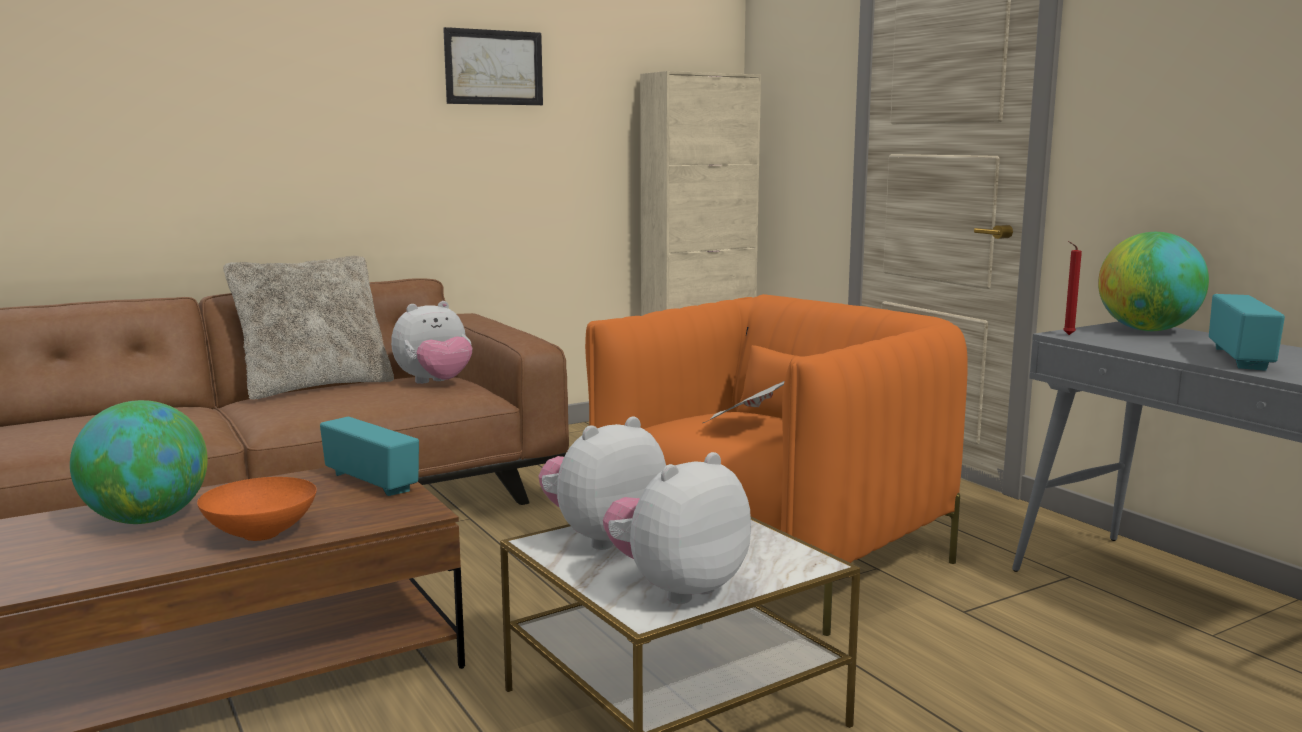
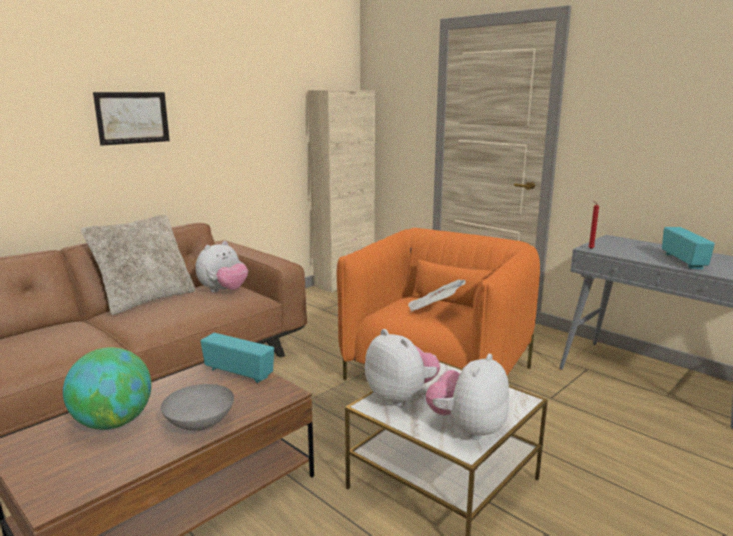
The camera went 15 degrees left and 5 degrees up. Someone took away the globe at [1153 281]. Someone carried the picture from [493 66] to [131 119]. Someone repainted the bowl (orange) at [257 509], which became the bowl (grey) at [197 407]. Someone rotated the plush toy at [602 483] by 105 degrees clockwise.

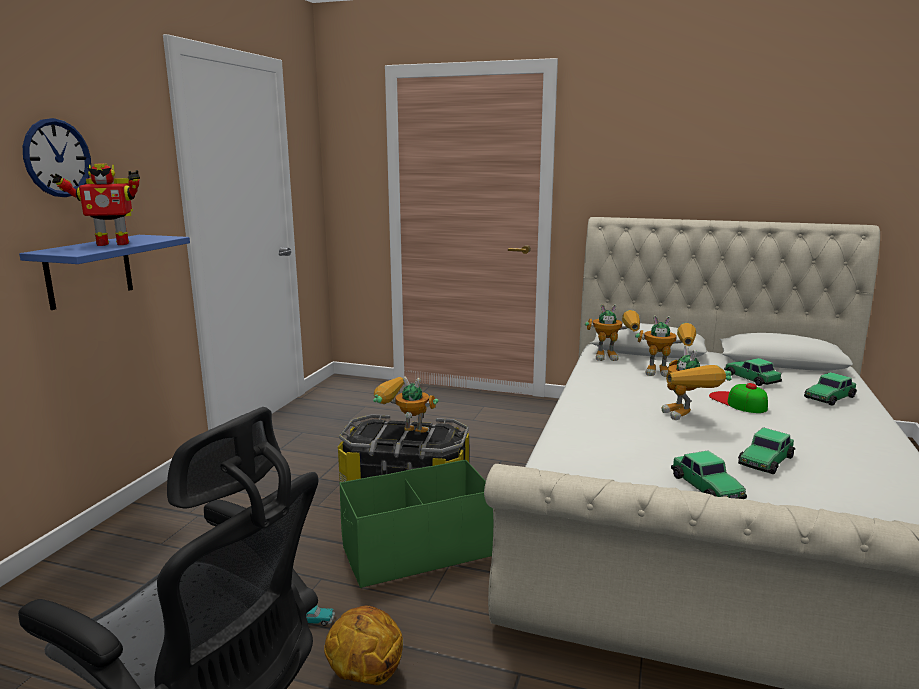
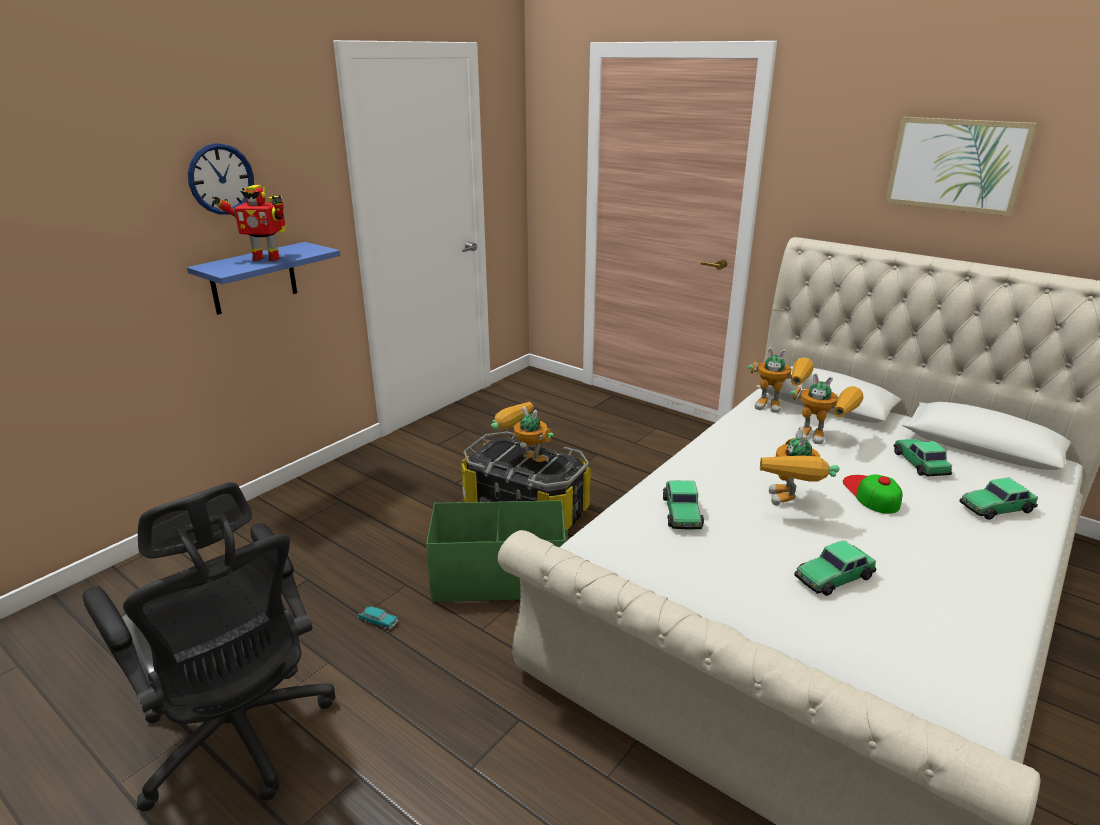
The camera went 20 degrees right and 10 degrees up. Someone took away the basketball at [363 645]. Someone put up the picture at [961 166]. Someone carried the toy car from [709 475] to [683 504].

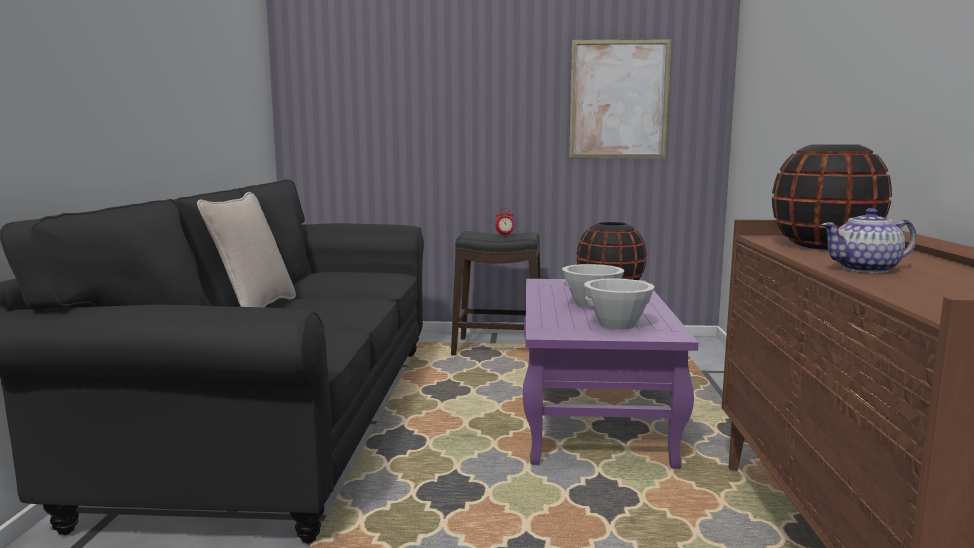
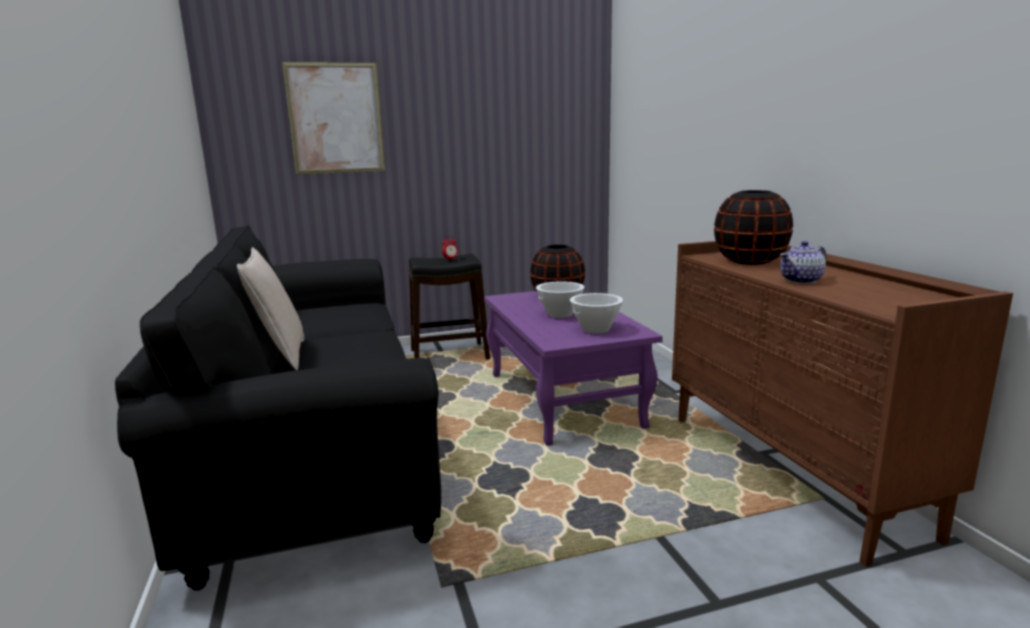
The camera went 20 degrees left and 5 degrees up. Someone carried the picture from [620 98] to [334 118].

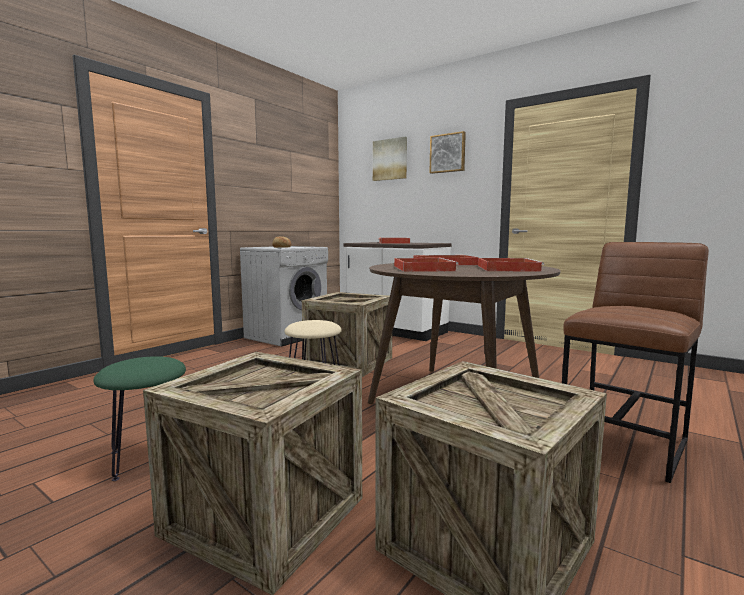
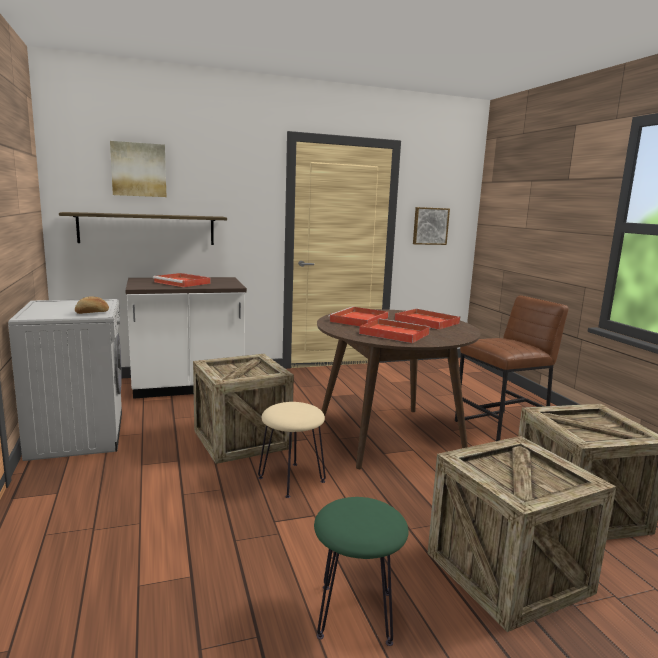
The camera went 55 degrees left and 5 degrees up. Someone put up the shelf at [143 228]. Someone carried the picture from [448 152] to [431 226]. Someone rotated the chair (brown) at [635 362] by 75 degrees clockwise.

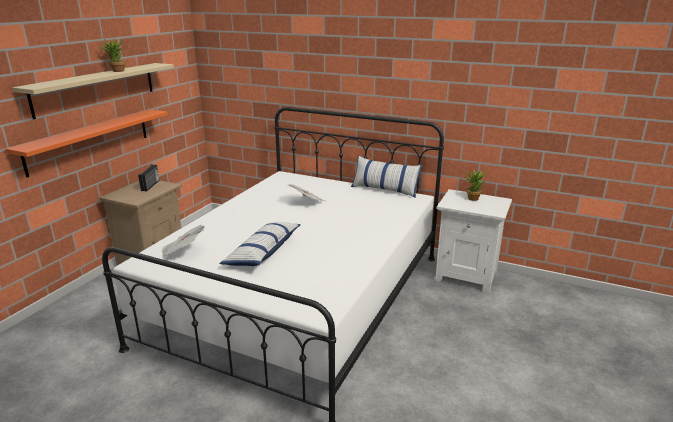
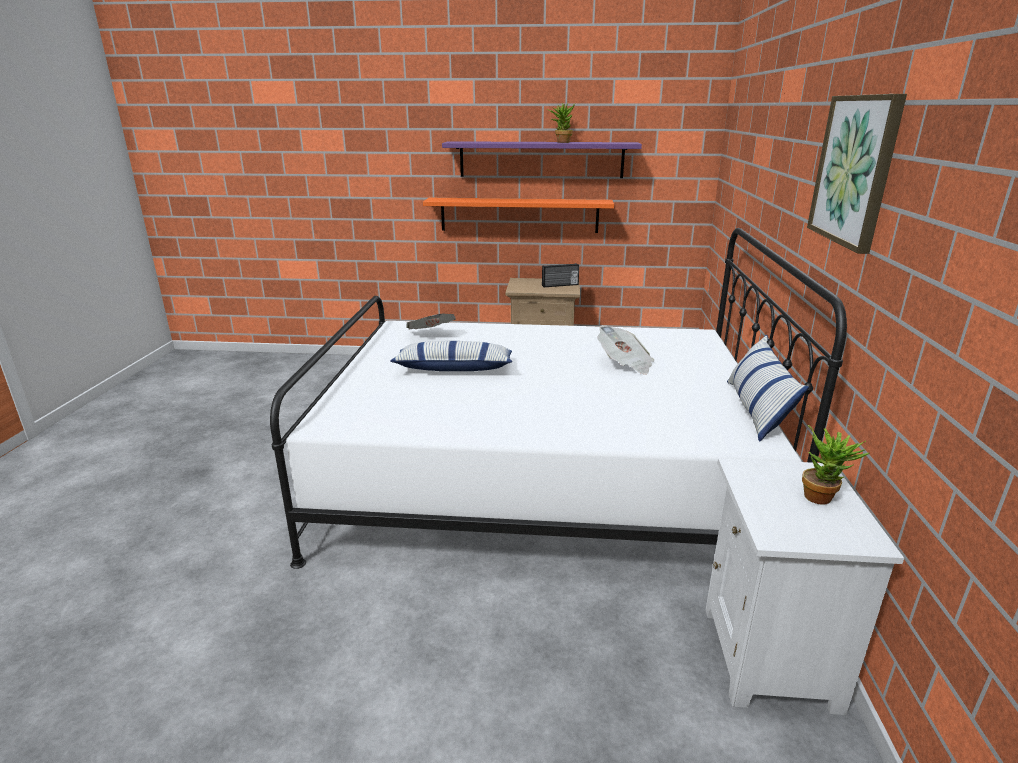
The camera went 70 degrees right and 0 degrees up. Someone put up the picture at [857 174]. Someone repainted the shelf (beige) at [93 91], which became the shelf (purple) at [542 159].

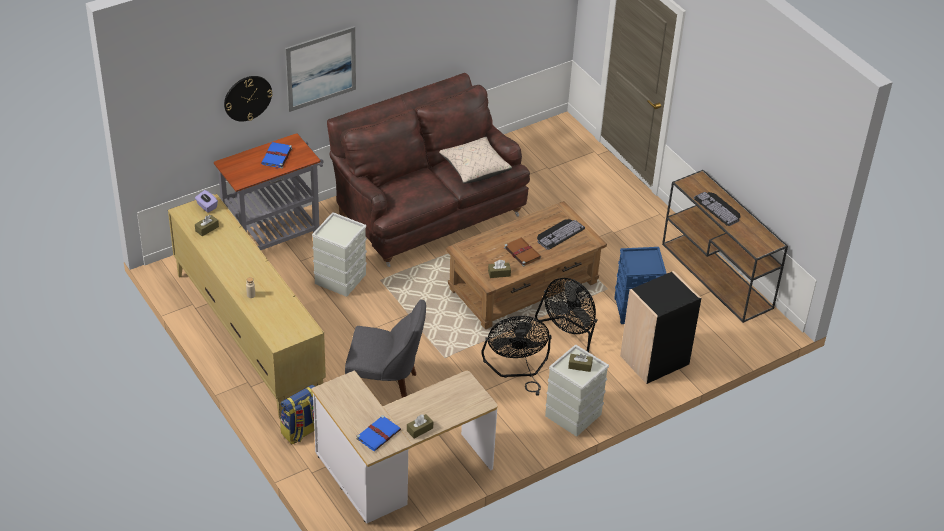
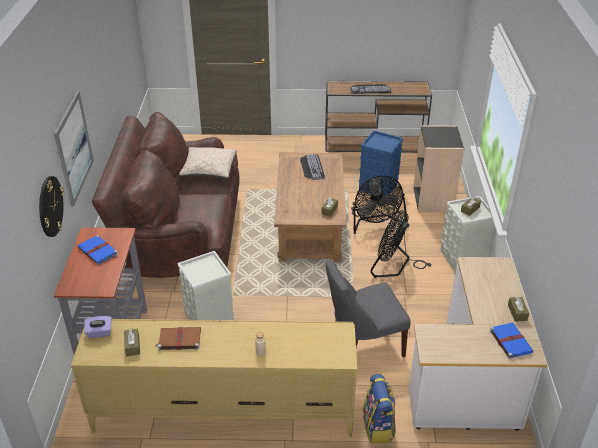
The camera went 55 degrees left and 5 degrees down. Someone carried the book (brown) from [522 252] to [178 339]. Someone rotated the chair (grey) at [385 348] by 150 degrees counterclockwise.

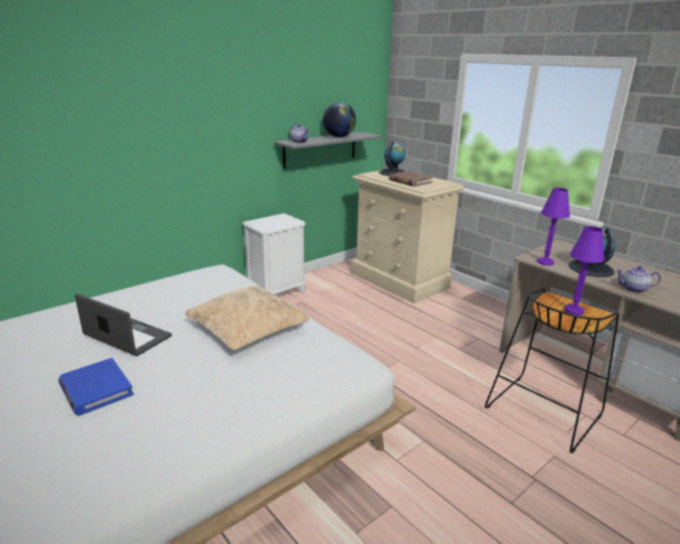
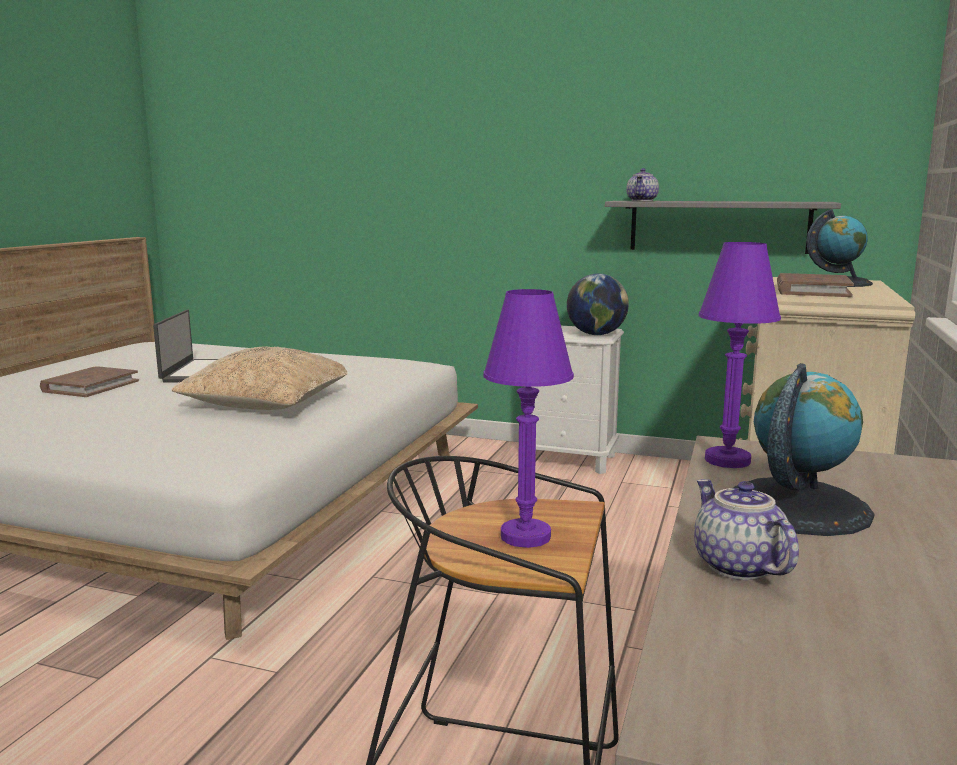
The camera went 60 degrees right and 10 degrees down. Someone carried the globe from [339 119] to [598 304]. Someone repainted the book (blue) at [96 387], which became the book (brown) at [89 381].

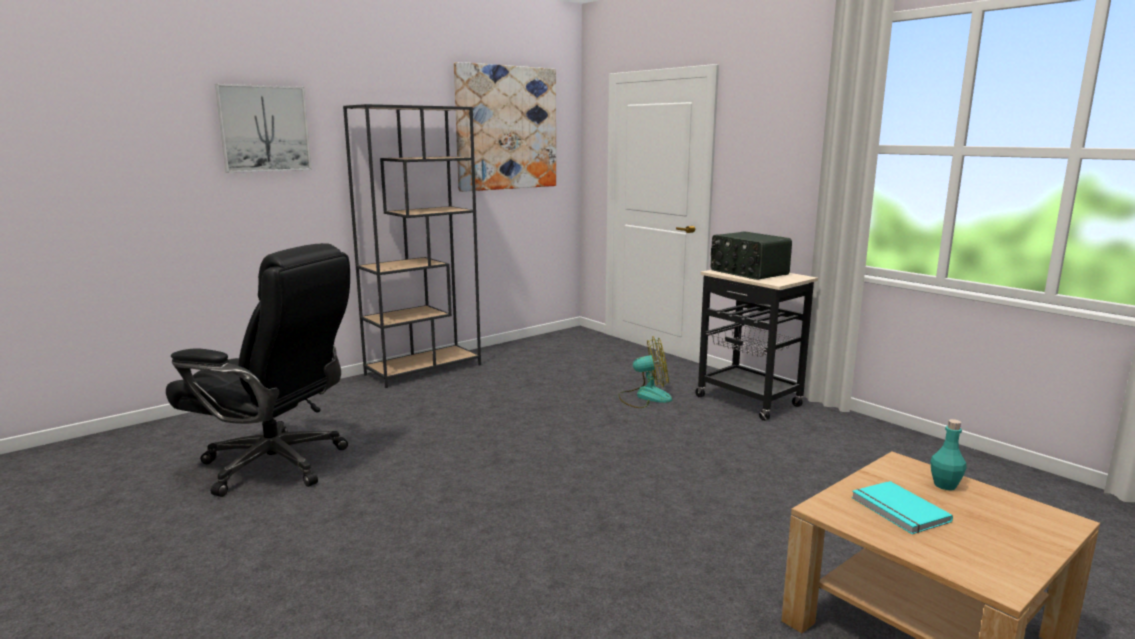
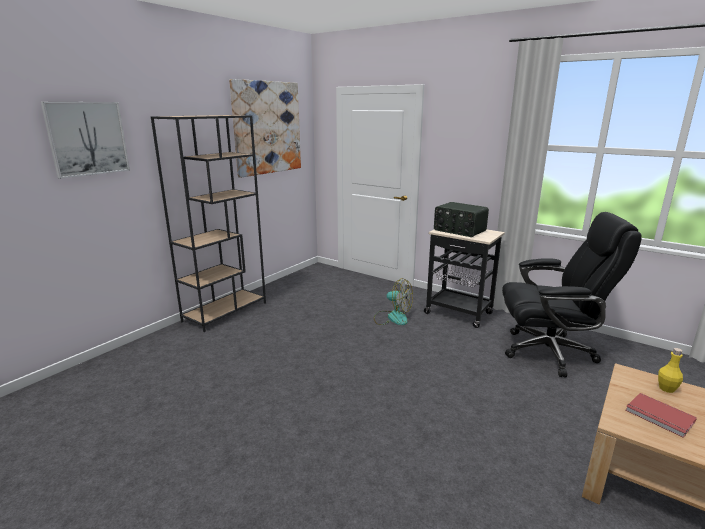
The camera went 15 degrees left and 5 degrees up. Someone carried the office chair (black) from [258 370] to [572 294]. Someone repainted the book (turquoise) at [902 507], which became the book (red) at [661 415]. Someone repainted the bottle (turquoise) at [948 454], which became the bottle (yellow) at [670 370]. Someone rotated the fan at [645 372] by 45 degrees clockwise.

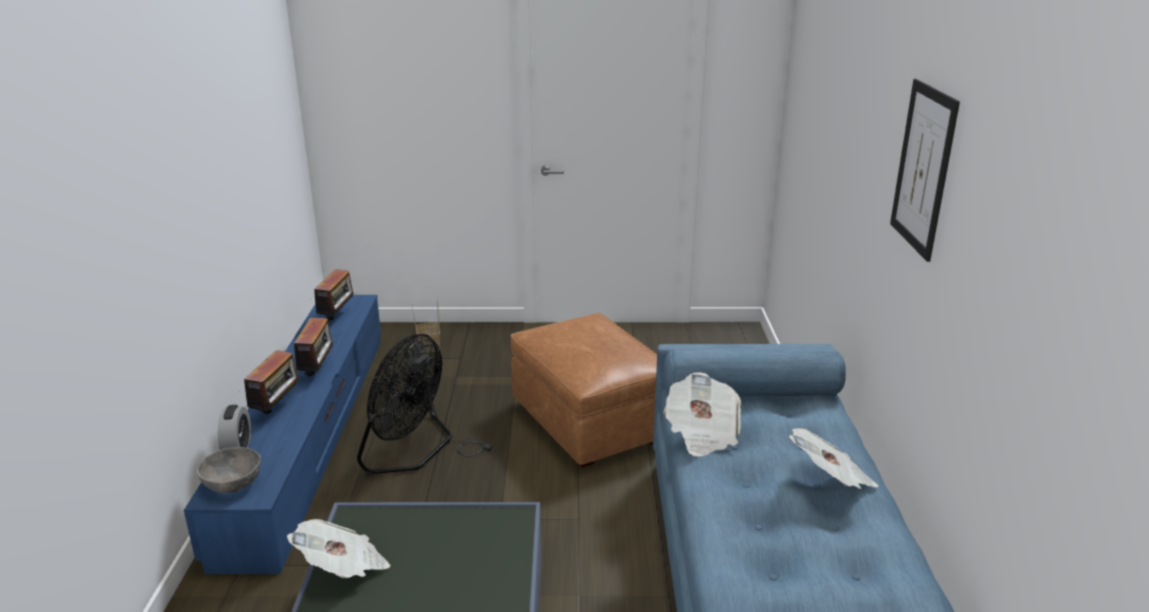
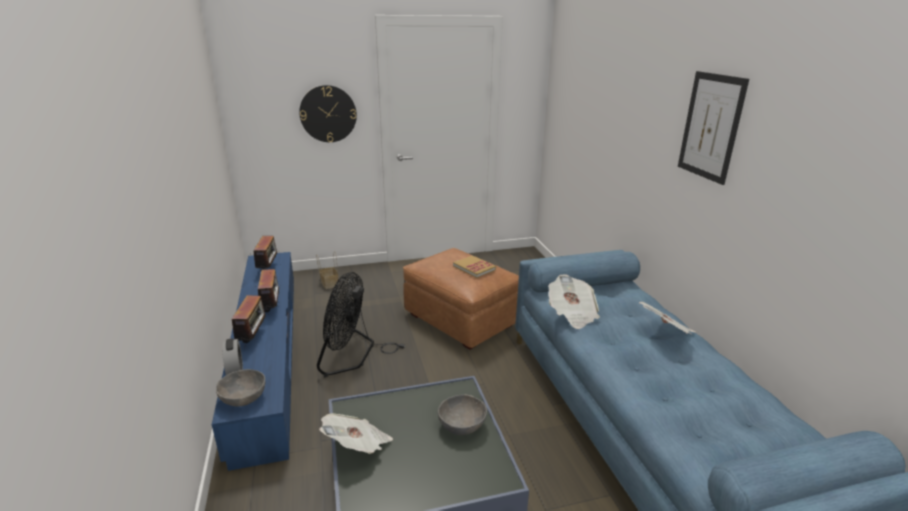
The camera went 15 degrees left and 0 degrees up. Someone put up the wall clock at [328 113]. Someone put down the bowl (grey) at [462 414]. Someone put down the book at [474 266].

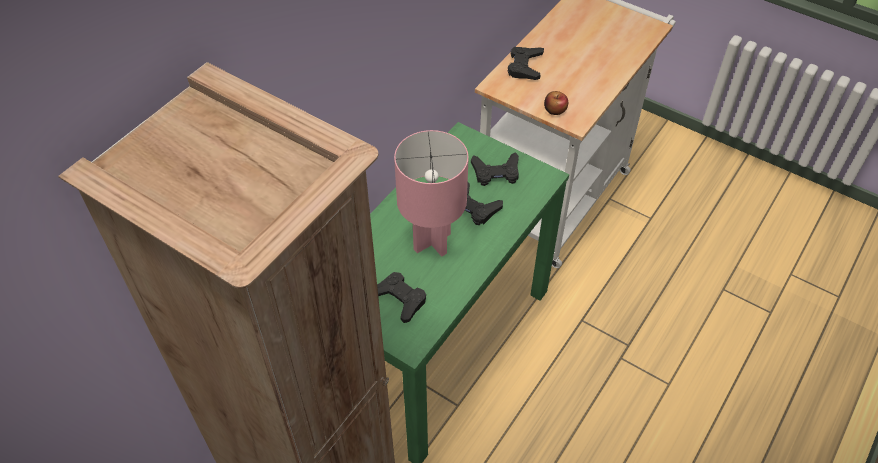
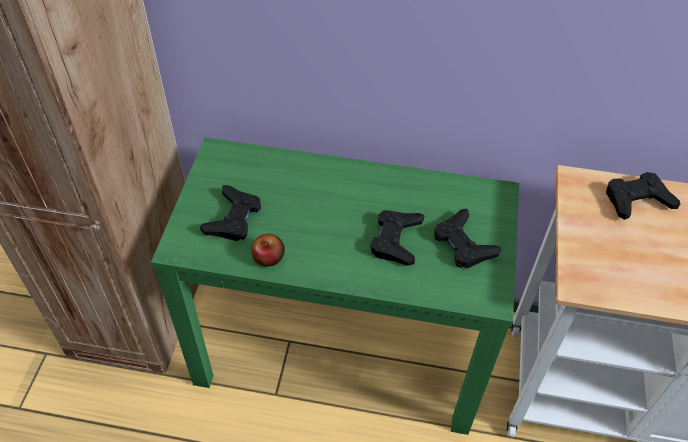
The camera went 65 degrees right and 0 degrees up. Someone took away the table lamp (pink) at [431 193]. Someone carried the apple from [556 103] to [268 250].

